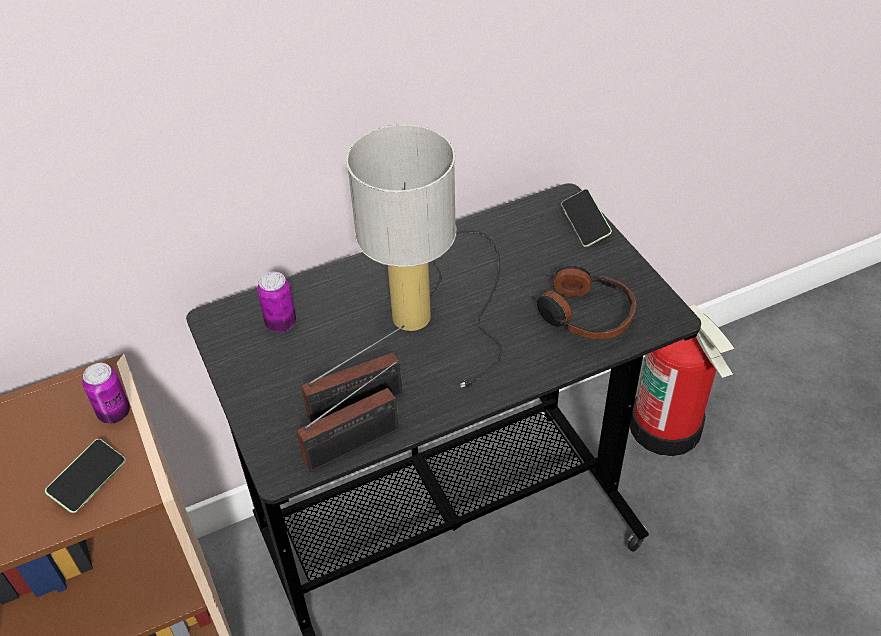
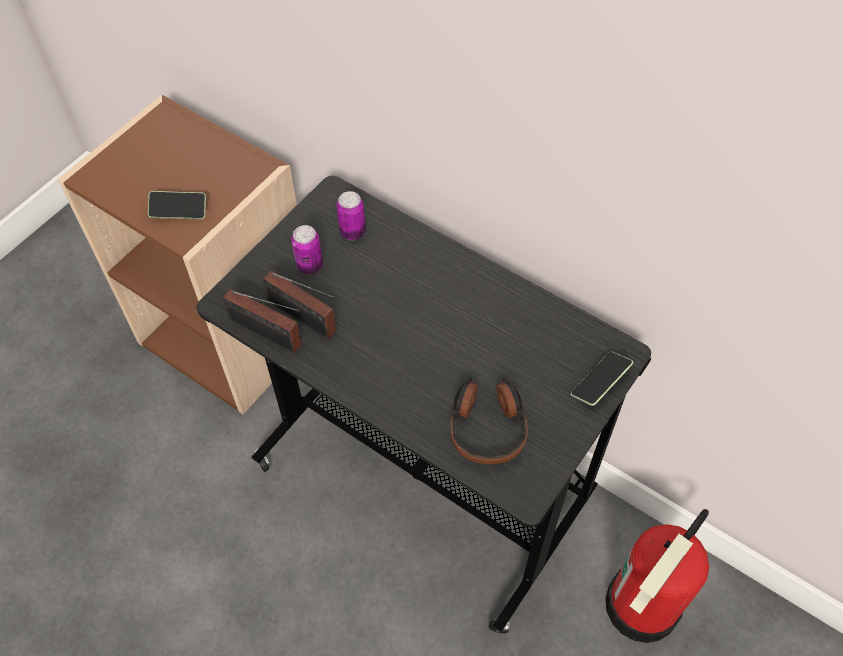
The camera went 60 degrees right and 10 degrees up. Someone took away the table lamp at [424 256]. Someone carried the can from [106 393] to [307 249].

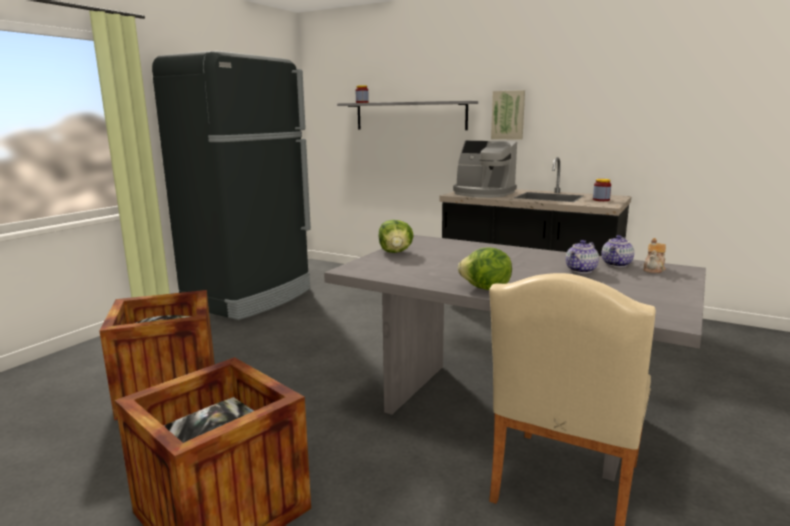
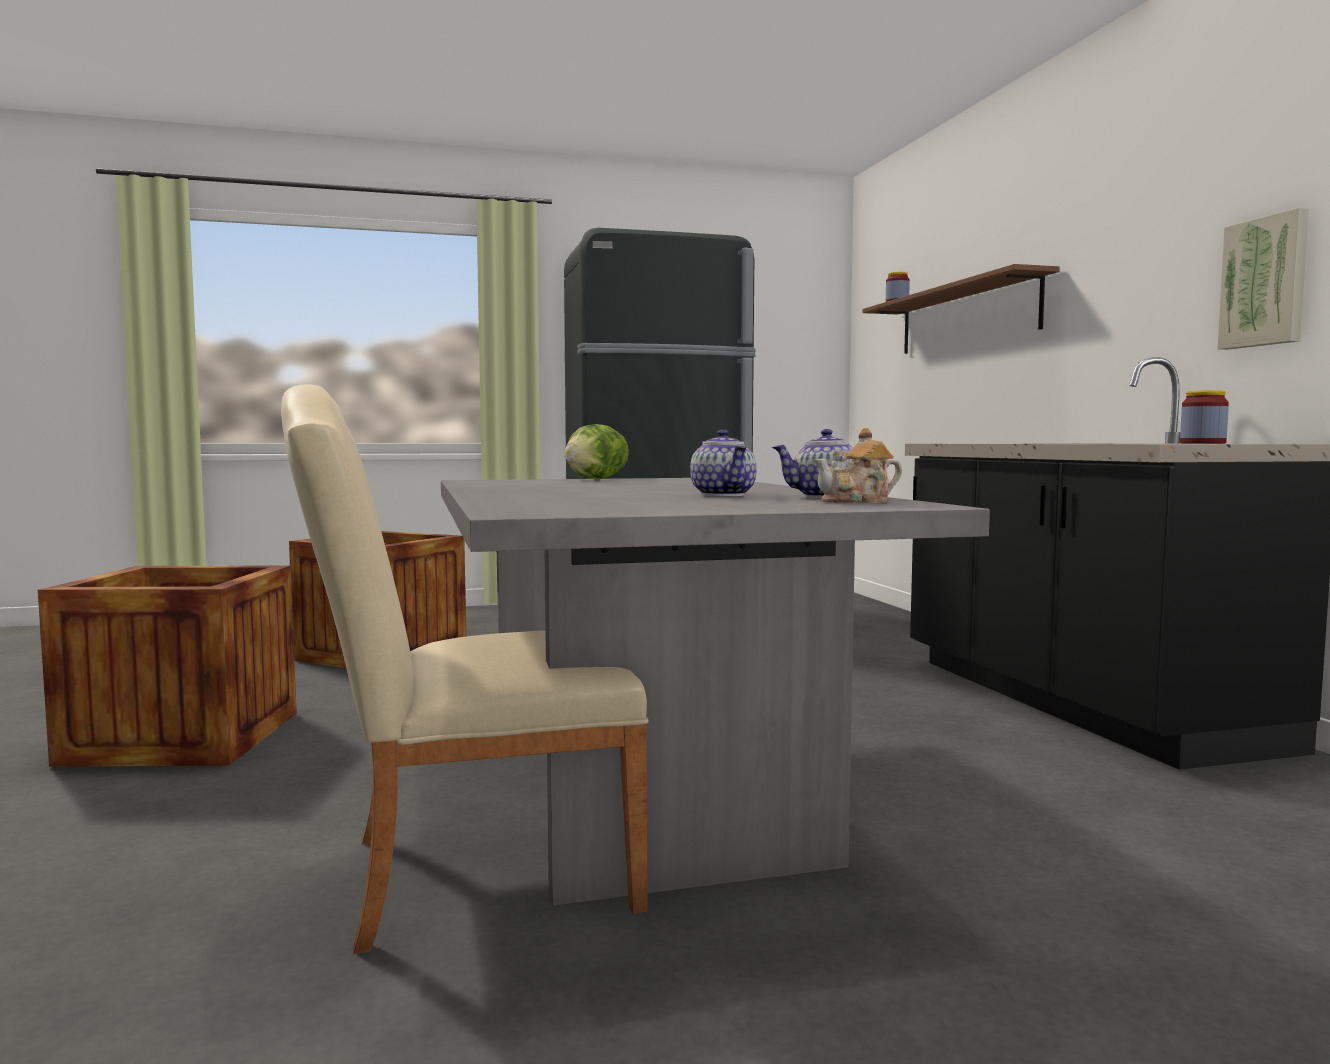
The camera went 45 degrees right and 10 degrees down. Someone took away the coffee machine at [485 169]. Someone took away the lettuce at [485 269]. Someone carried the picture from [508 115] to [1263 279]. Someone repainted the shelf (grey) at [407 115], which became the shelf (brown) at [960 309]. Someone rotated the teapot at [582 256] by 105 degrees counterclockwise.

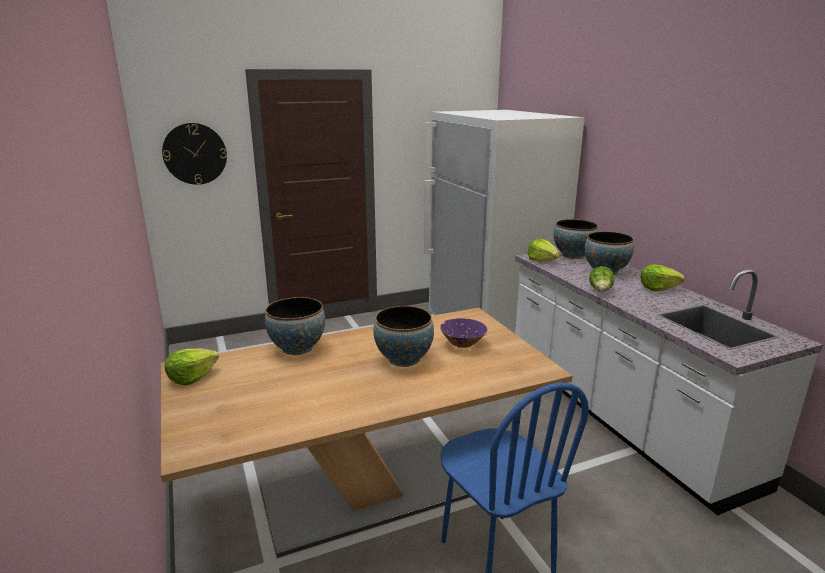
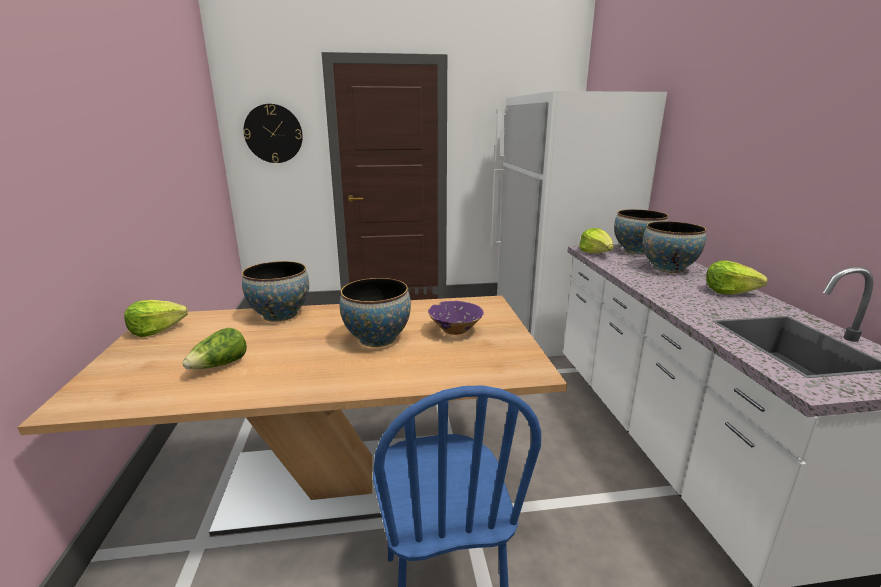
The camera went 15 degrees right and 0 degrees up. Someone carried the lettuce from [601 278] to [215 348].

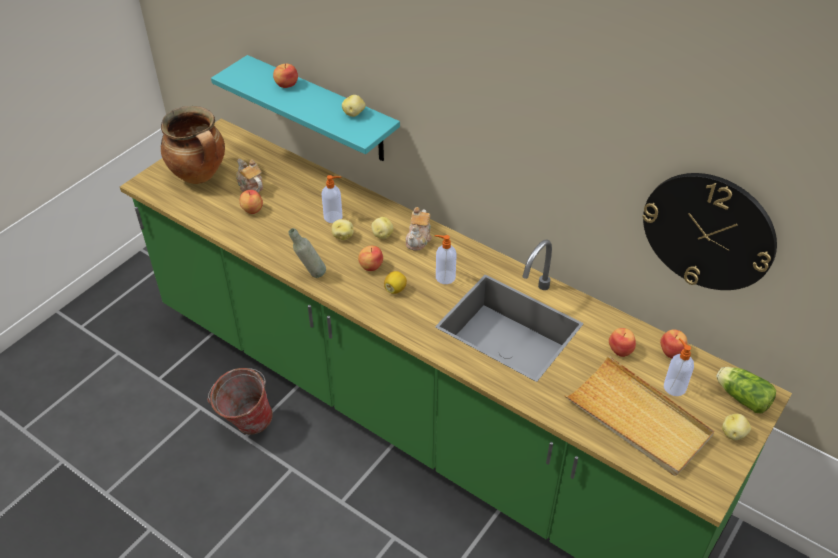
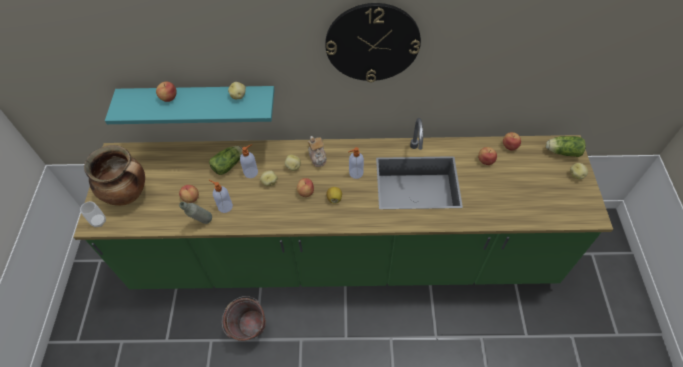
The camera went 35 degrees left and 10 degrees up. Someone took away the teapot at [249 175]. Someone took away the tray (beige) at [639 415]. Someone put down the cup at [93 214]. Someone put down the lettuce at [226 160]. Someone carried the bottle (grey) from [307 253] to [195 213]. Someone carried the wall clock from [709 231] to [373 42]. Someone carried the soap dispenser from [679 367] to [221 196].

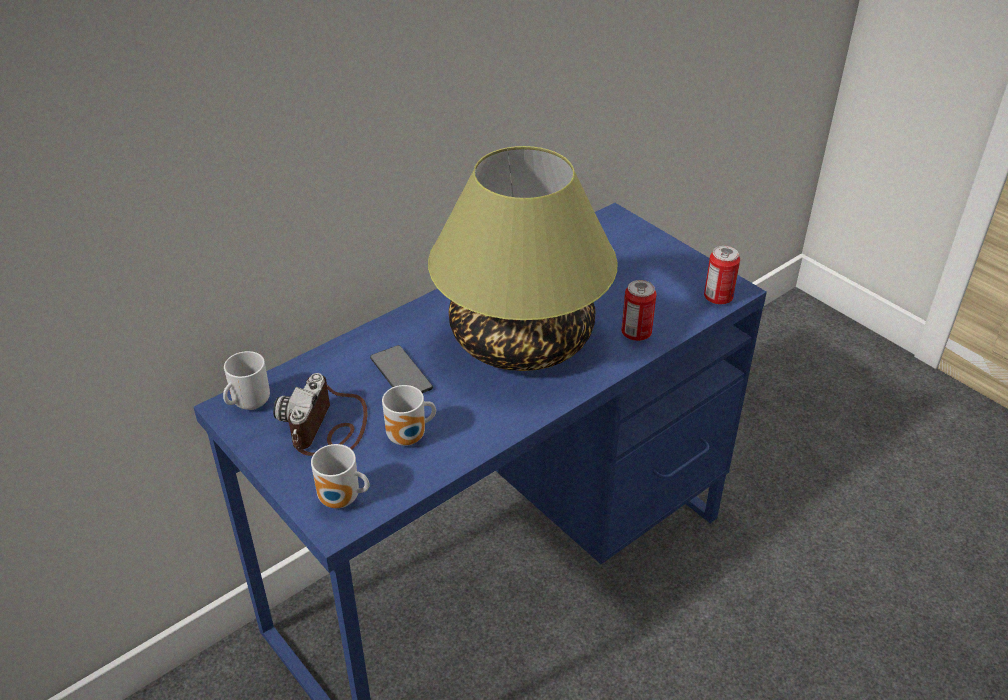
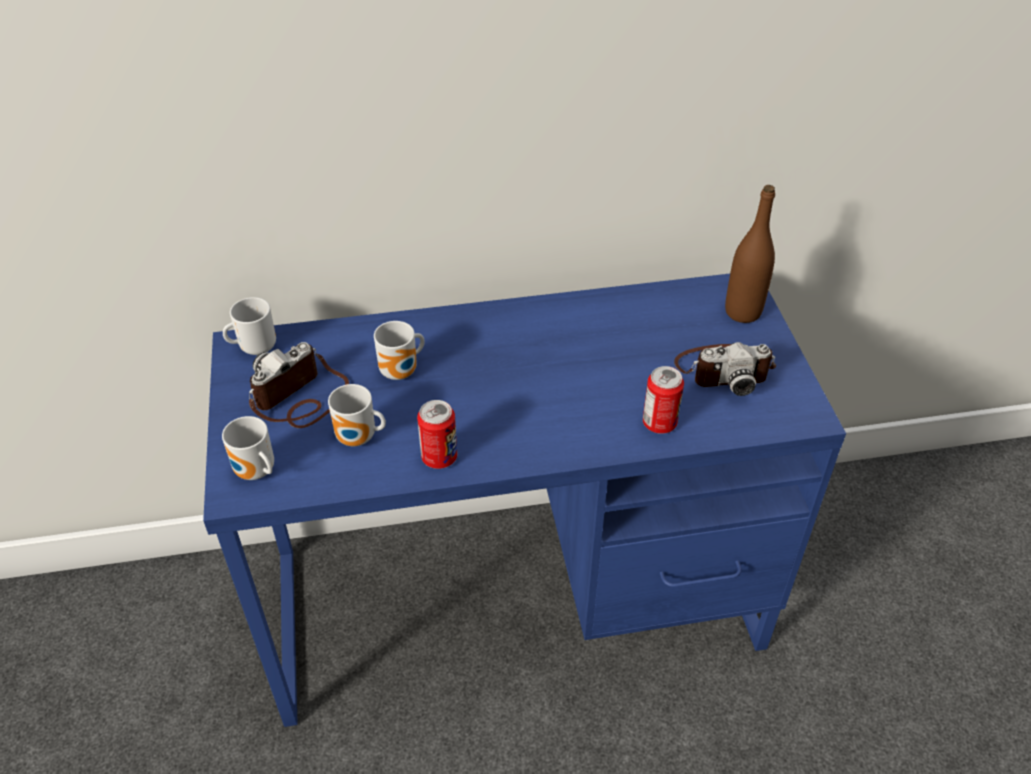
The camera went 30 degrees right and 5 degrees up. Someone took away the table lamp at [523 258]. Someone put down the photo camera at [725 369]. Someone put down the bottle (brown) at [750 254]. Someone carried the can from [722 275] to [437 434]. Someone swapped the phone at [401 369] for the mug at [399 350].

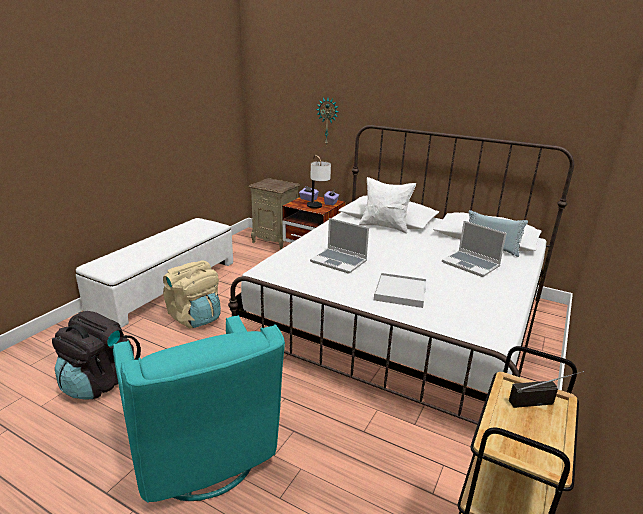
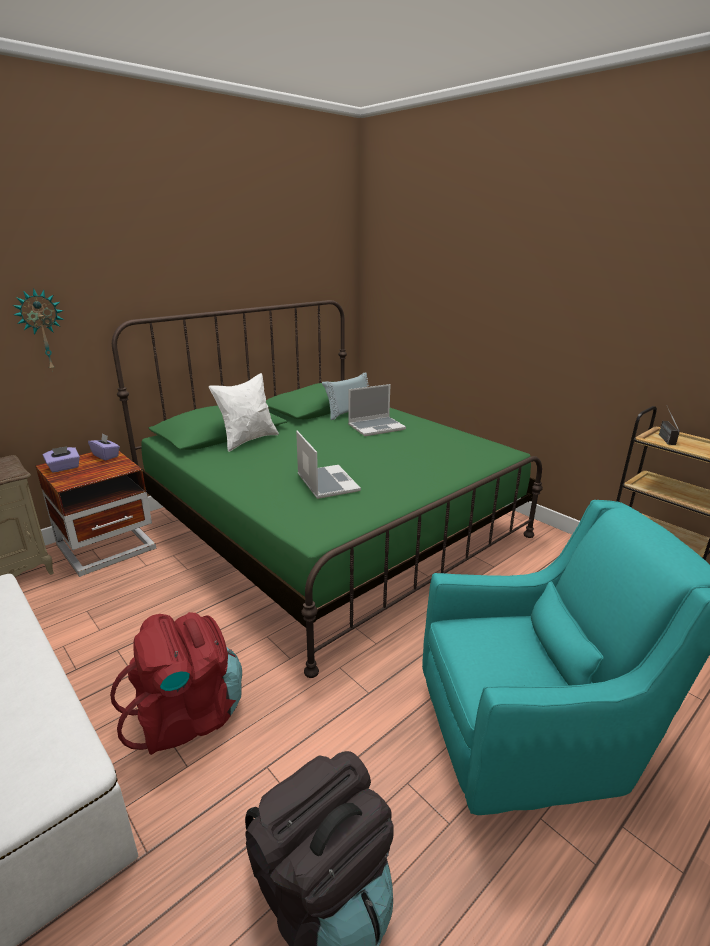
The camera went 70 degrees left and 0 degrees up. Someone took away the table lamp at [319 182]. Someone took away the tray (white) at [400 290]. Someone repainted the backpack (beige) at [192 294], which became the backpack (red) at [176 683]. Someone repainted the bed (white) at [401 275], which became the bed (green) at [327 489]. Someone rotated the laptop at [339 246] by 75 degrees counterclockwise.

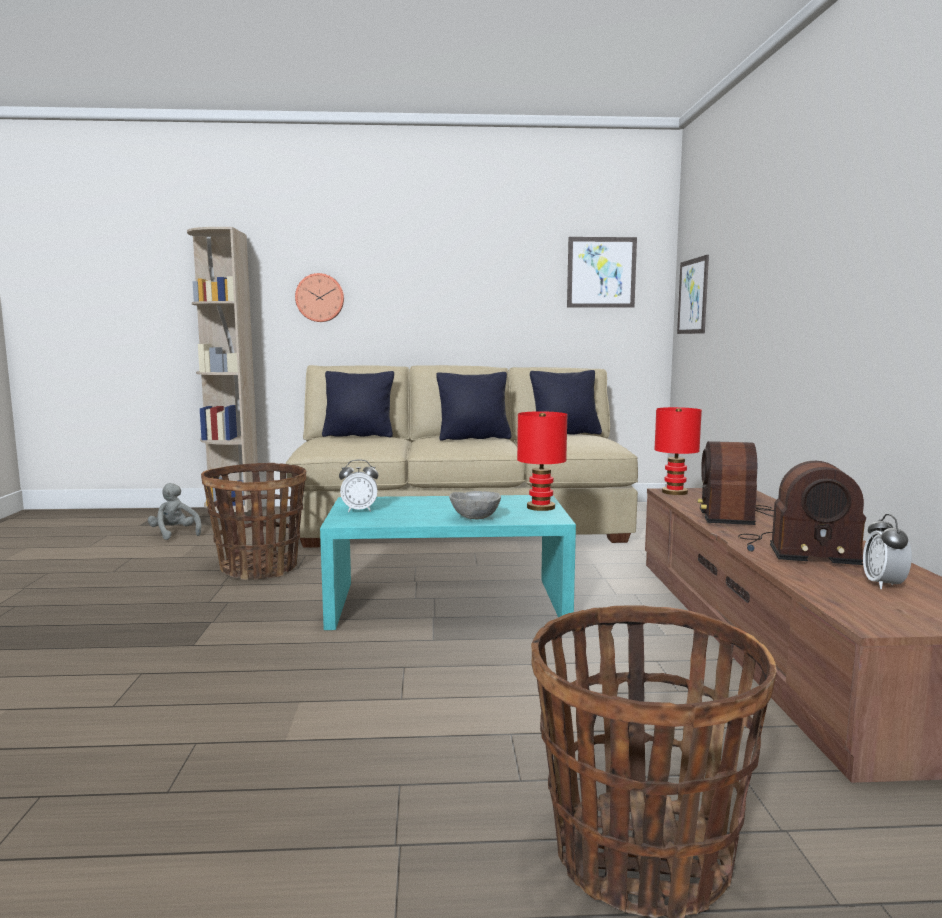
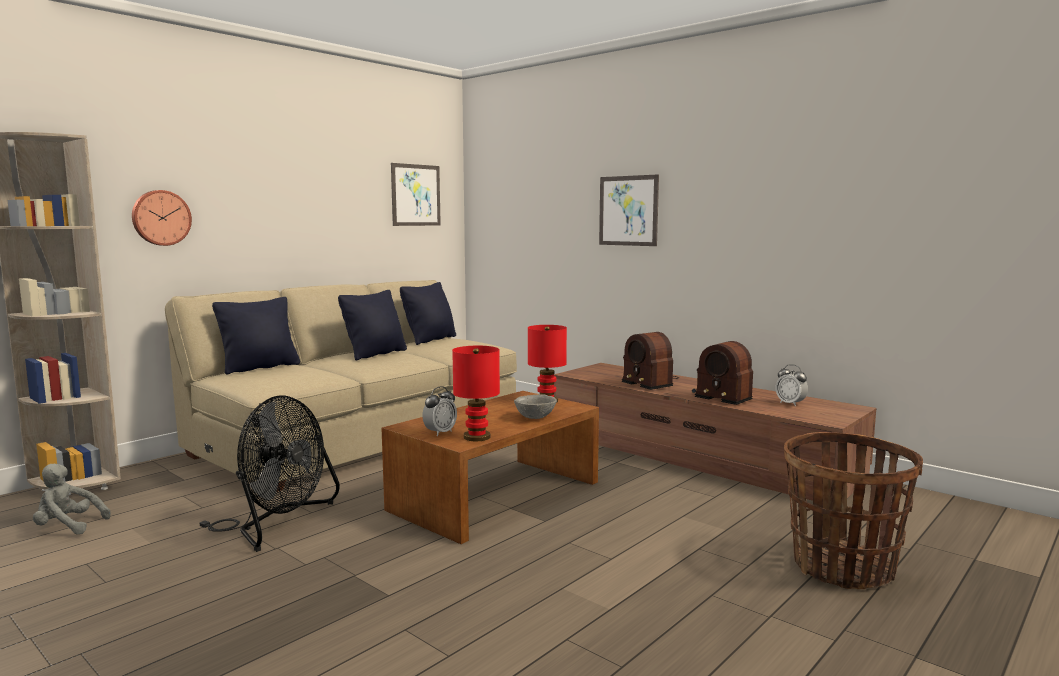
The camera went 45 degrees left and 0 degrees up. Someone carried the table lamp (red) from [678 451] to [476 393]. Someone carried the picture from [693 294] to [629 210]. Someone swapped the basket at [253 521] for the fan (black) at [270 473]. Someone repainted the coffee table (turquoise) at [448 562], which became the coffee table (brown) at [490 467]. Someone rotated the radio at [802 513] by 75 degrees clockwise.

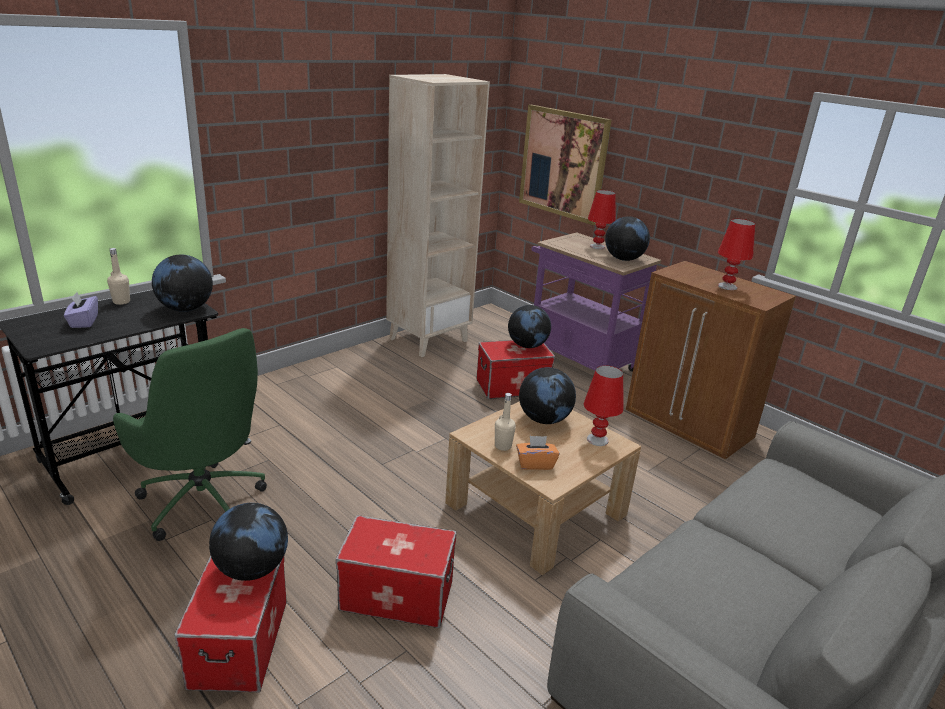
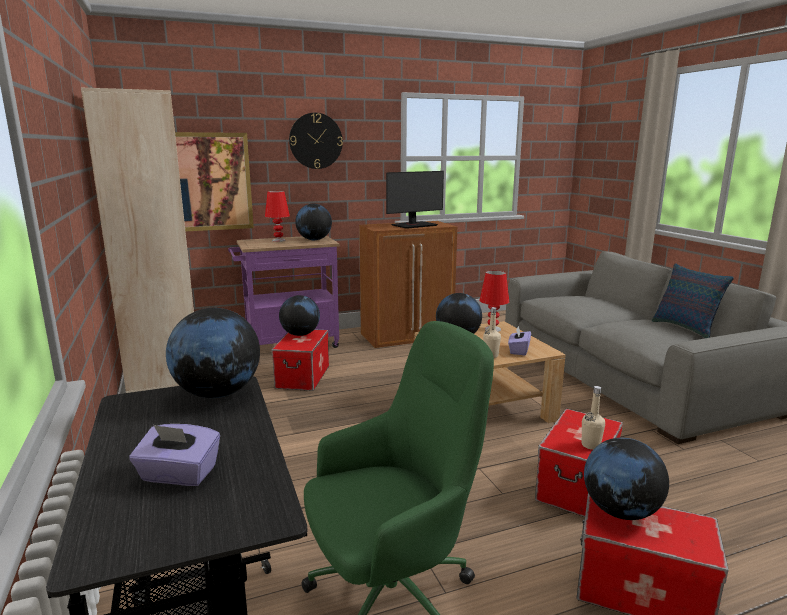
The camera went 65 degrees left and 10 degrees down. Someone put up the wall clock at [316 141]. Someone put down the pillow (blue) at [693 300]. Someone carried the bottle (beige) from [118 276] to [593 418]. Someone swapped the table lamp (red) at [736 254] for the monitor at [415 200]. Someone repainted the tissue box (orange) at [537 453], which became the tissue box (purple) at [519 340].

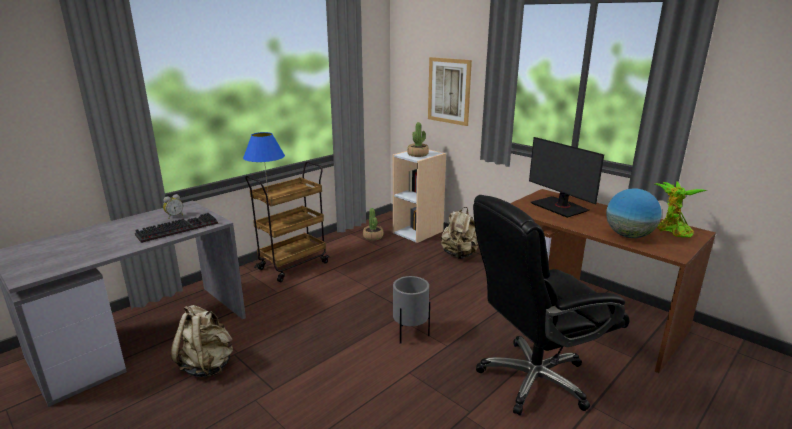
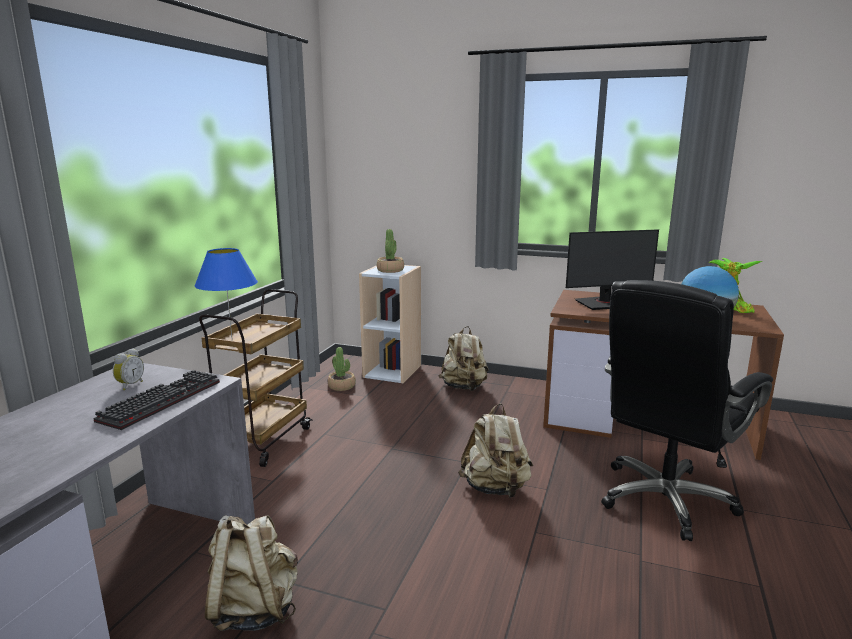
The camera went 25 degrees left and 5 degrees down. Someone took away the picture at [450 91]. Someone swapped the planter (grey) at [411 310] for the backpack (beige) at [495 450]. Someone rotated the monitor at [566 177] by 45 degrees counterclockwise.

